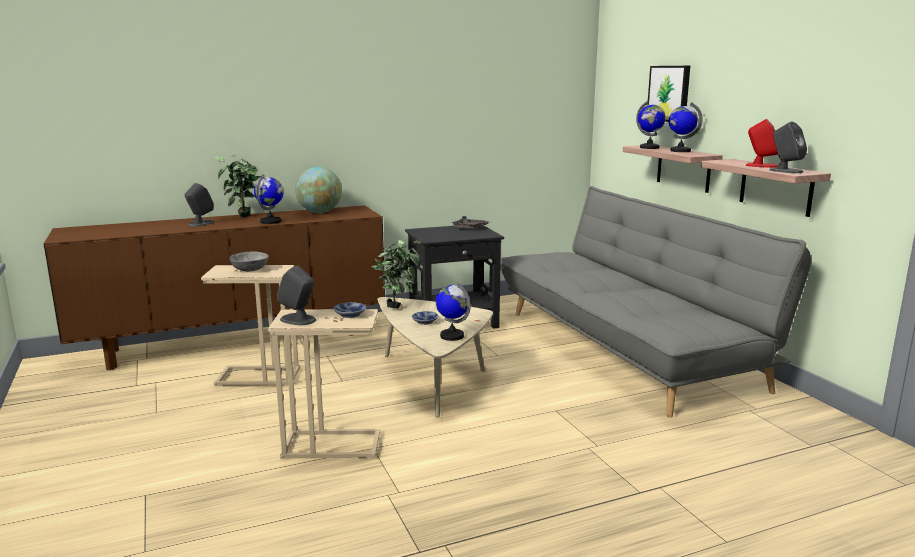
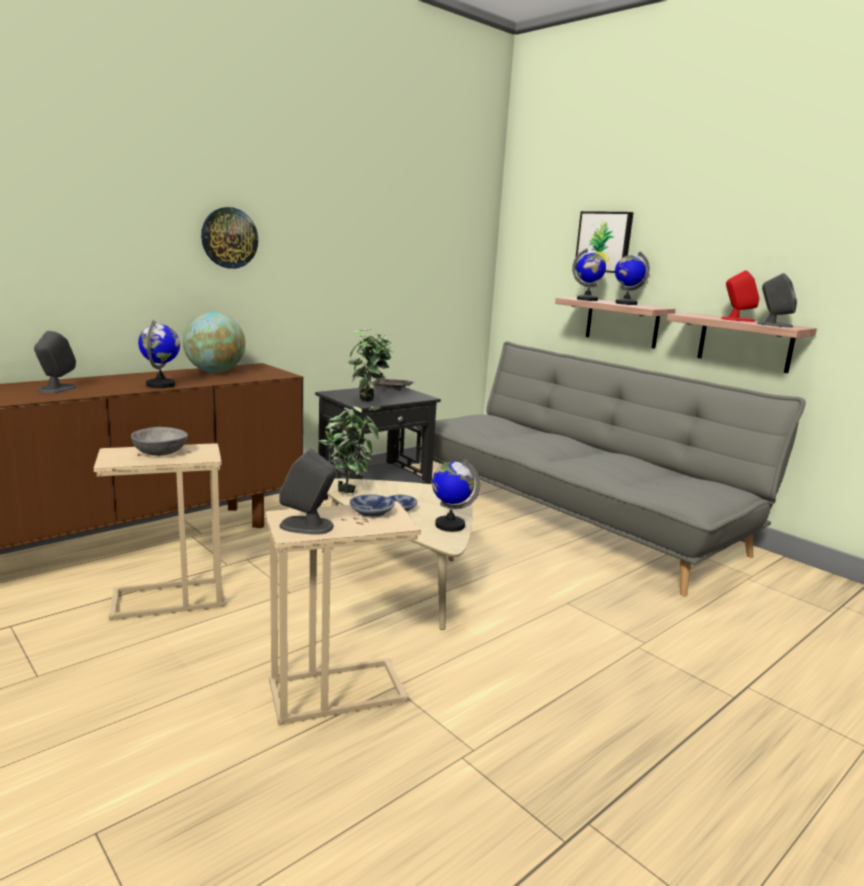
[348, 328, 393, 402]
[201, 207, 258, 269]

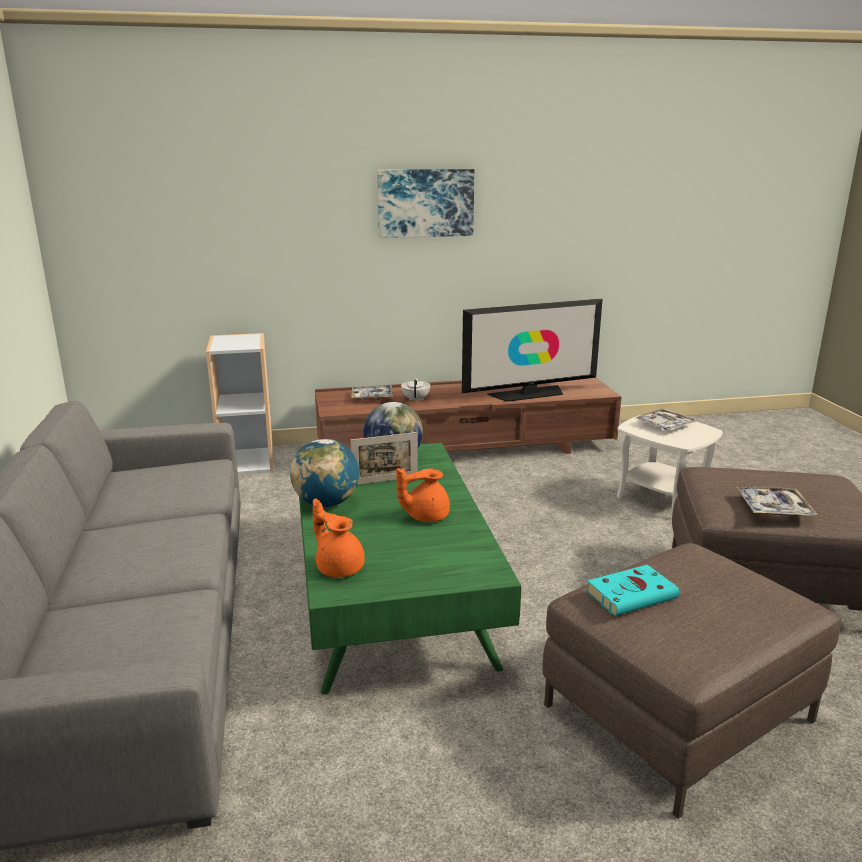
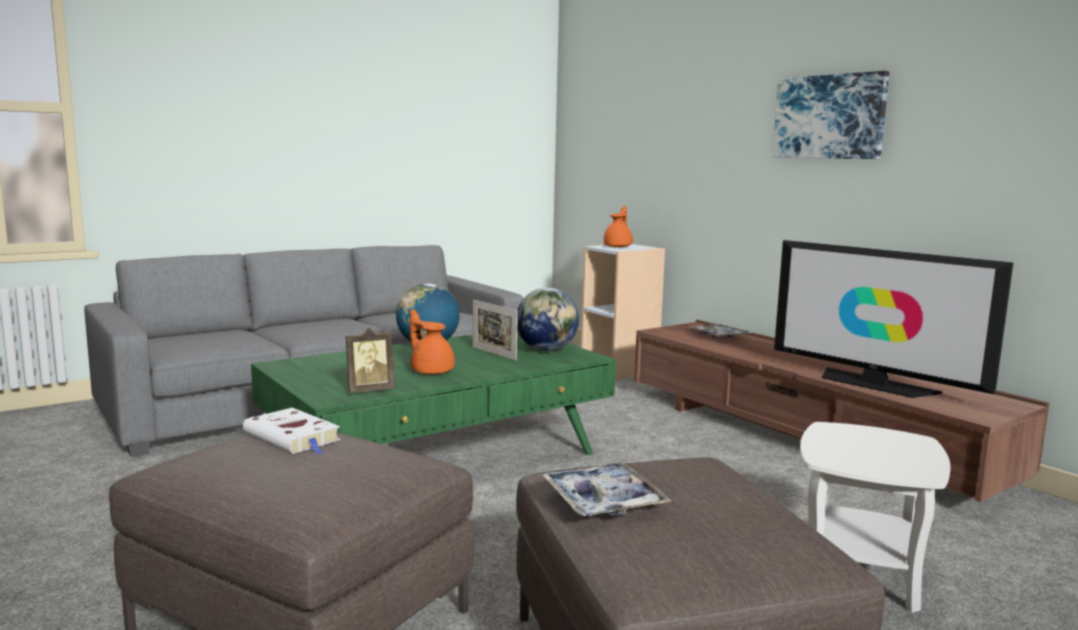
[603, 206, 633, 247]
[401, 378, 431, 402] (first image)
[243, 408, 340, 455]
[635, 408, 697, 430] (first image)
[346, 328, 395, 393]

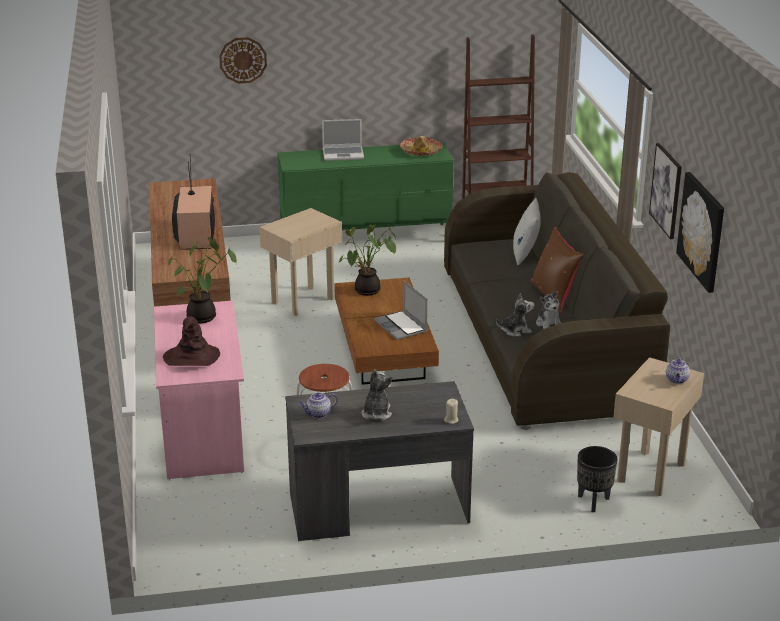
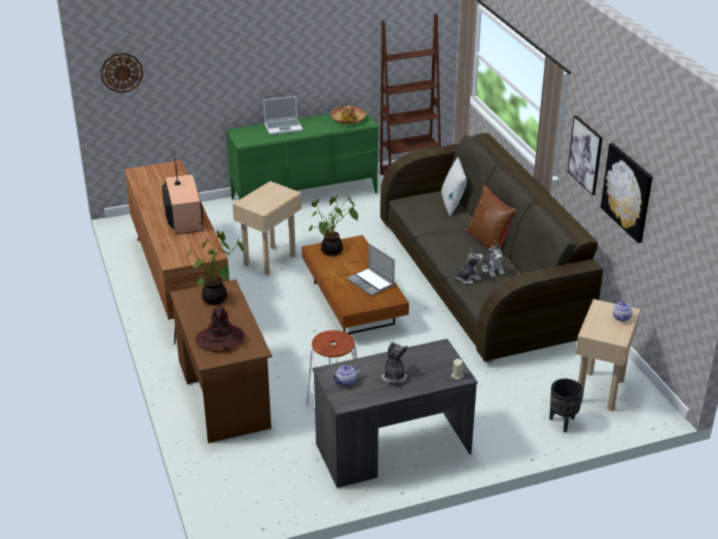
[170, 279, 272, 443]
[100, 53, 143, 93]

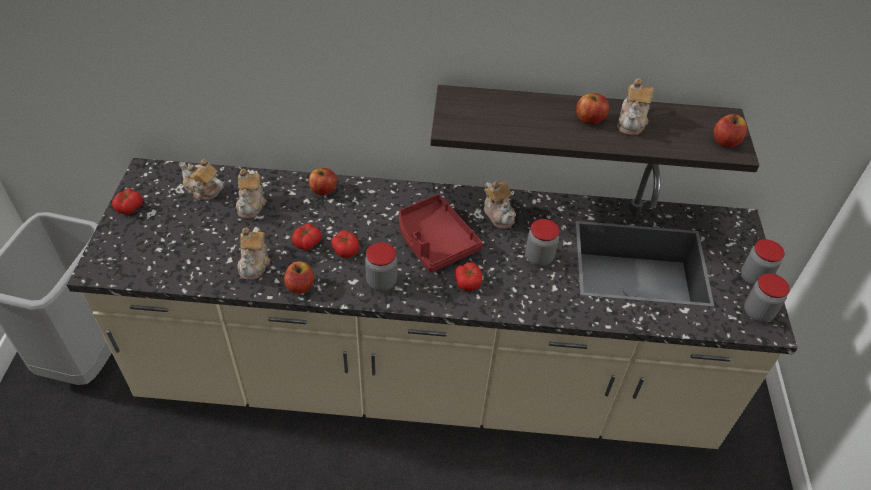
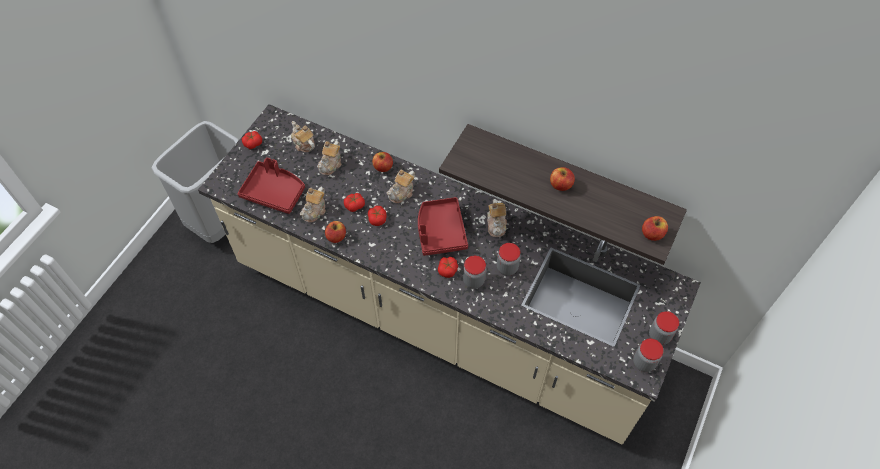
[463, 256, 486, 289]
[387, 170, 415, 203]
[238, 157, 305, 214]

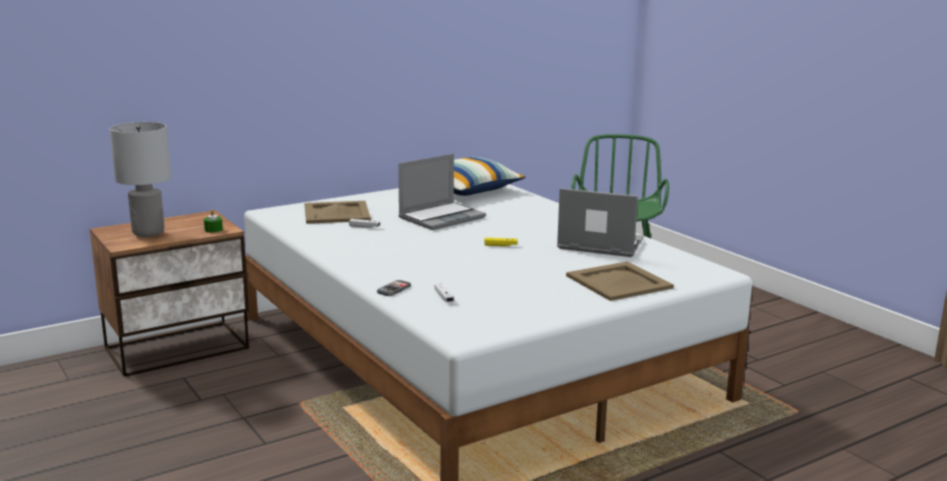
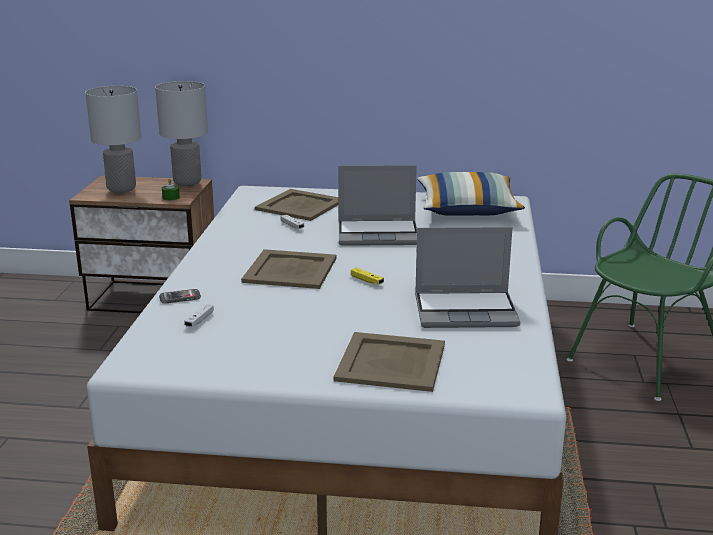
[415, 227, 520, 328]
[155, 81, 208, 186]
[241, 249, 337, 289]

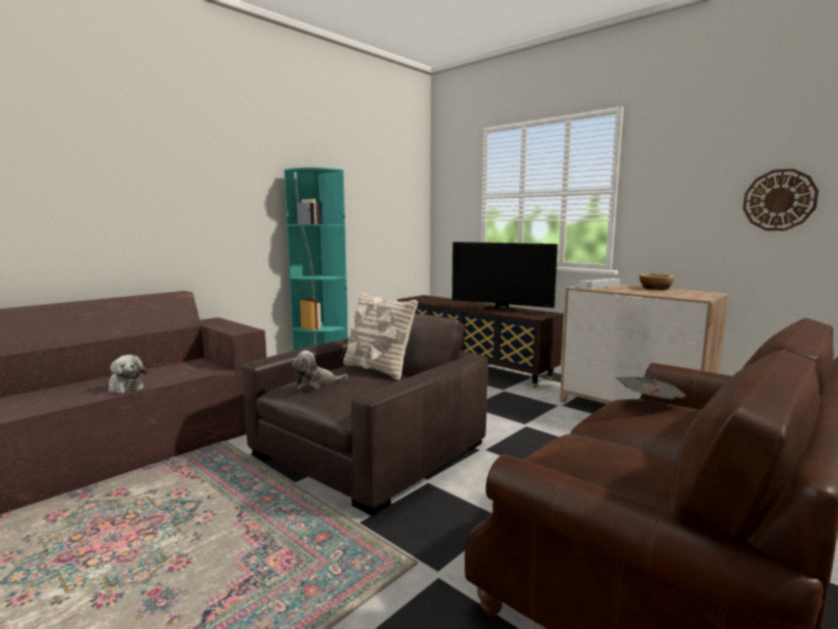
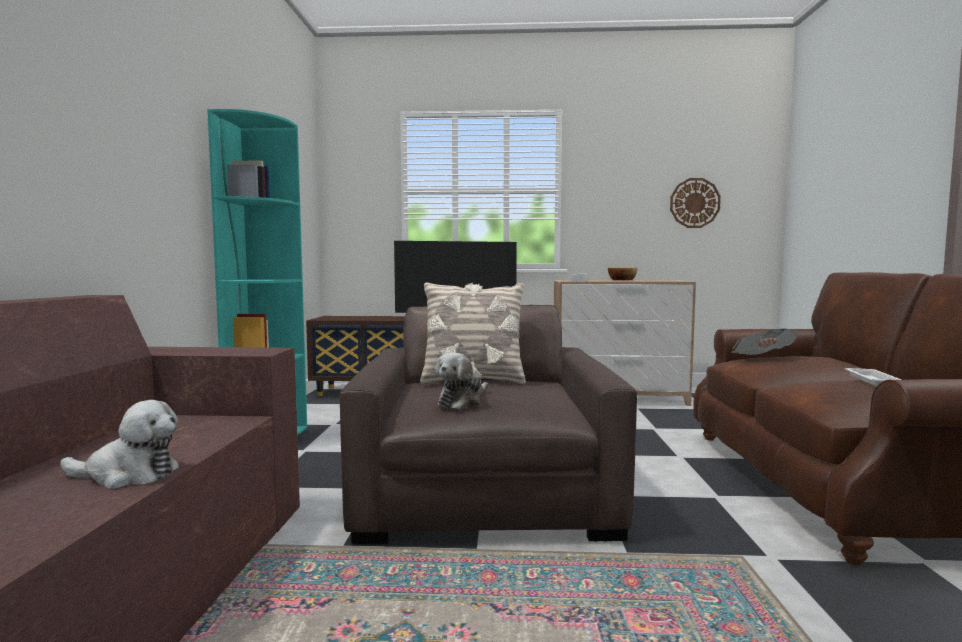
[845, 368, 901, 386]

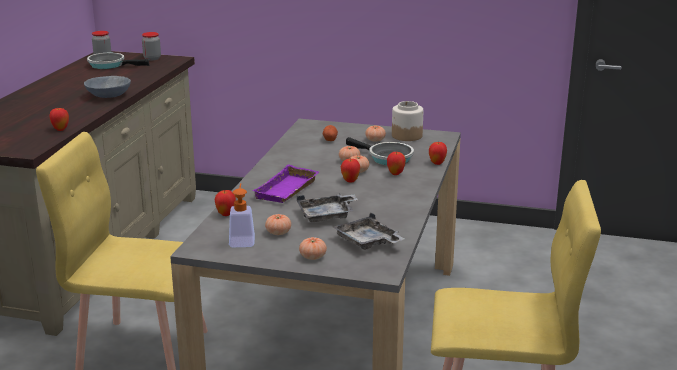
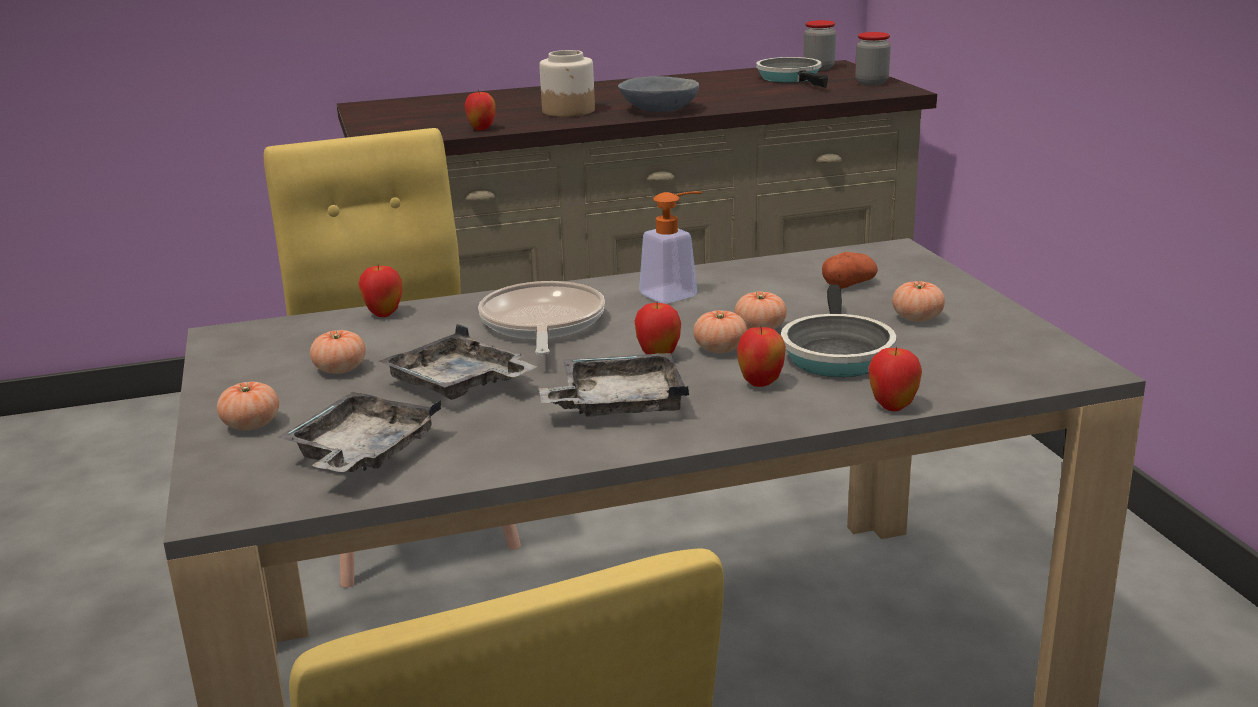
[639, 192, 702, 304]
[478, 281, 605, 355]
[539, 50, 595, 117]
[539, 353, 689, 417]

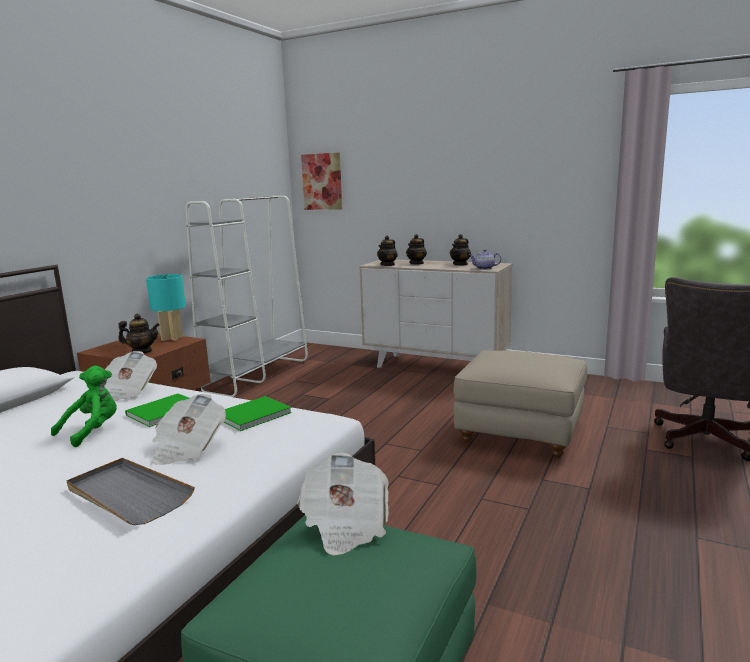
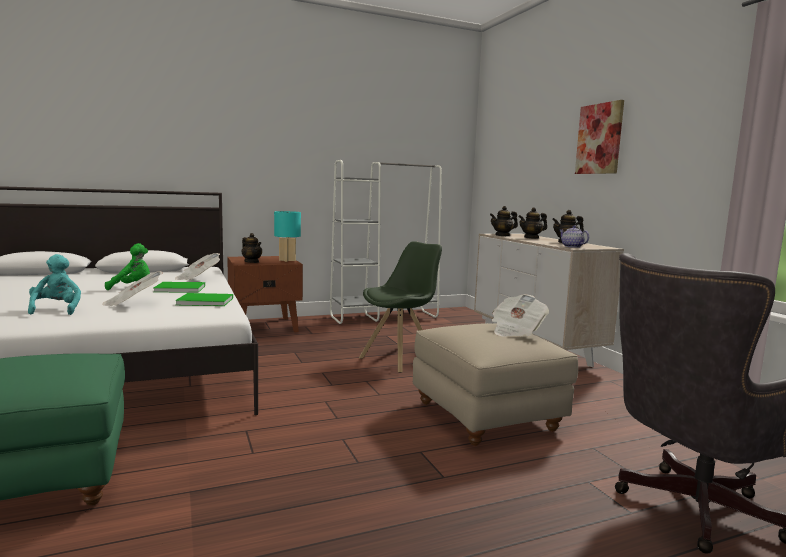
[28, 254, 81, 315]
[491, 294, 549, 337]
[575, 100, 624, 174]
[359, 241, 442, 373]

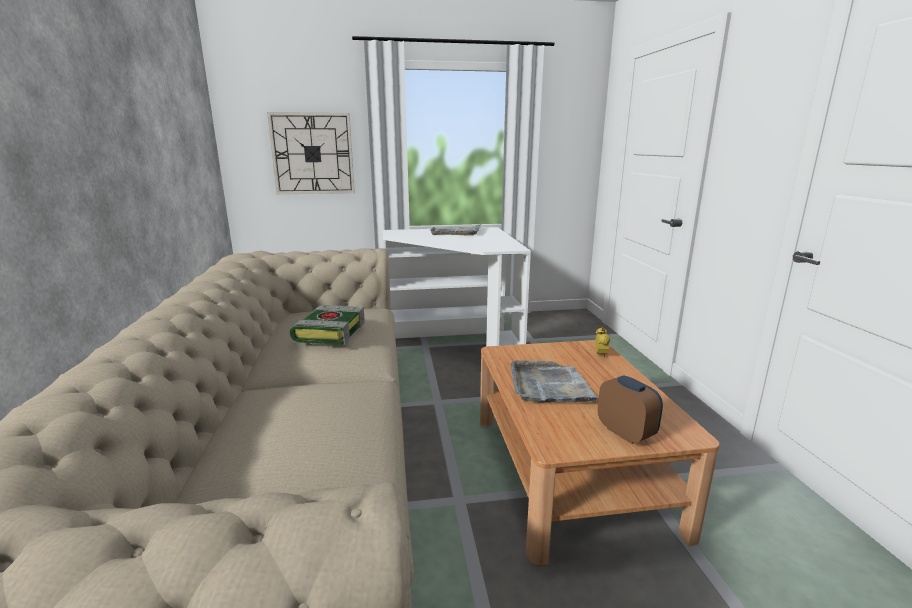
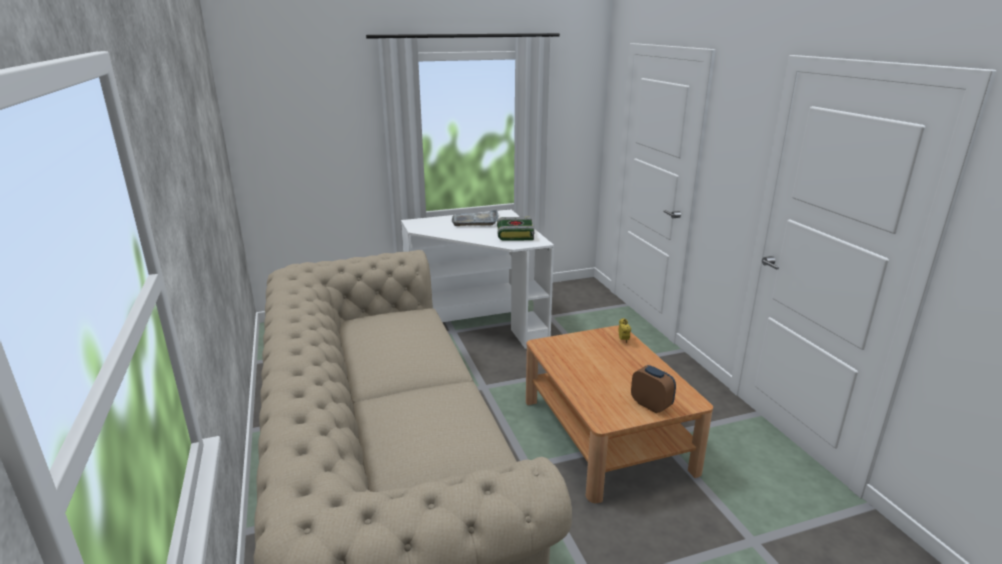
[267, 112, 355, 194] (first image)
[497, 217, 535, 241]
[511, 360, 599, 403] (first image)

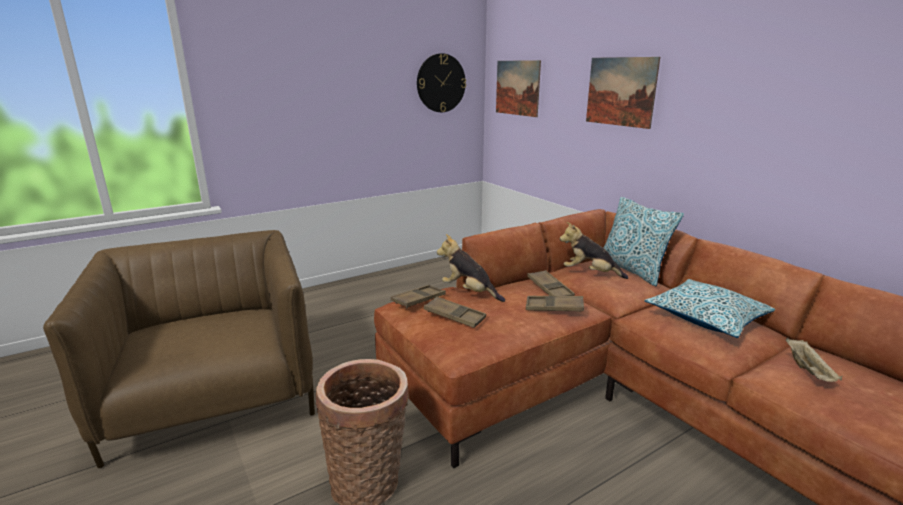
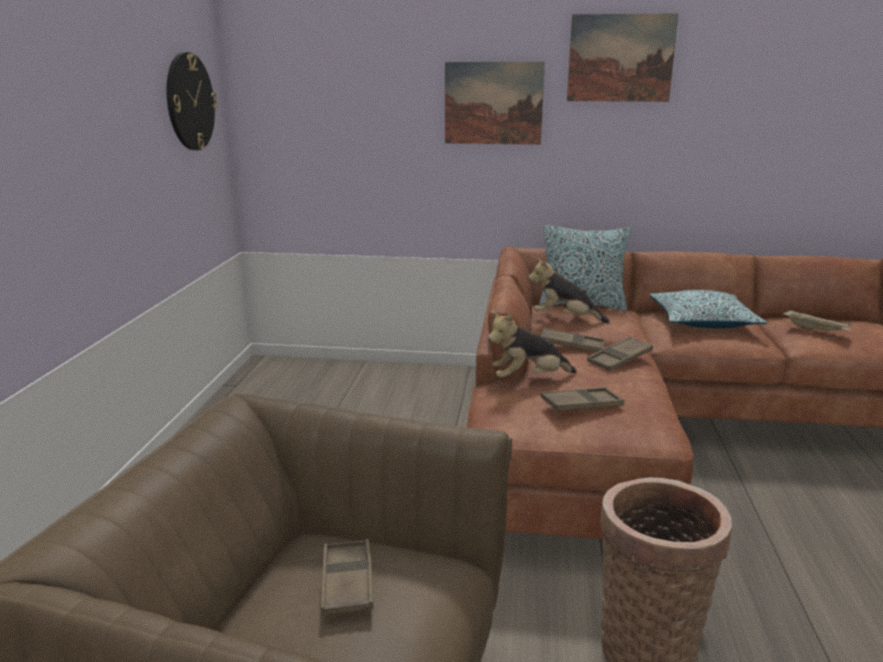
[321, 539, 374, 616]
[567, 13, 679, 102]
[528, 258, 609, 323]

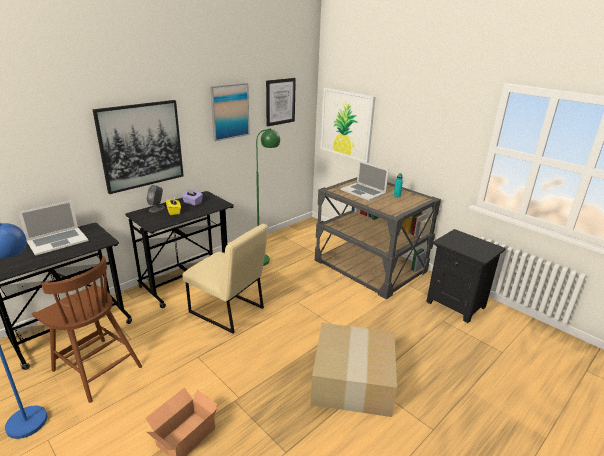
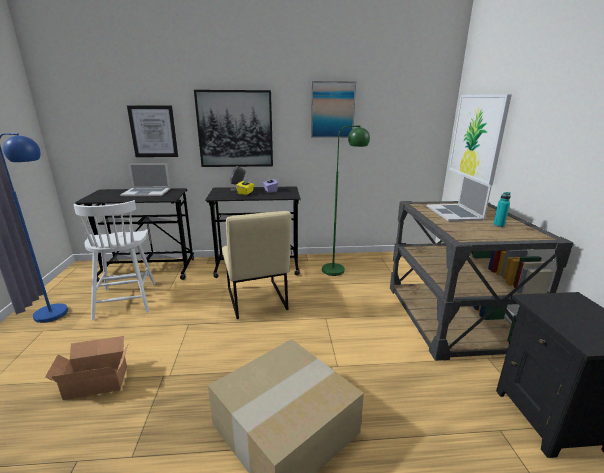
[73, 200, 155, 320]
[127, 105, 178, 157]

